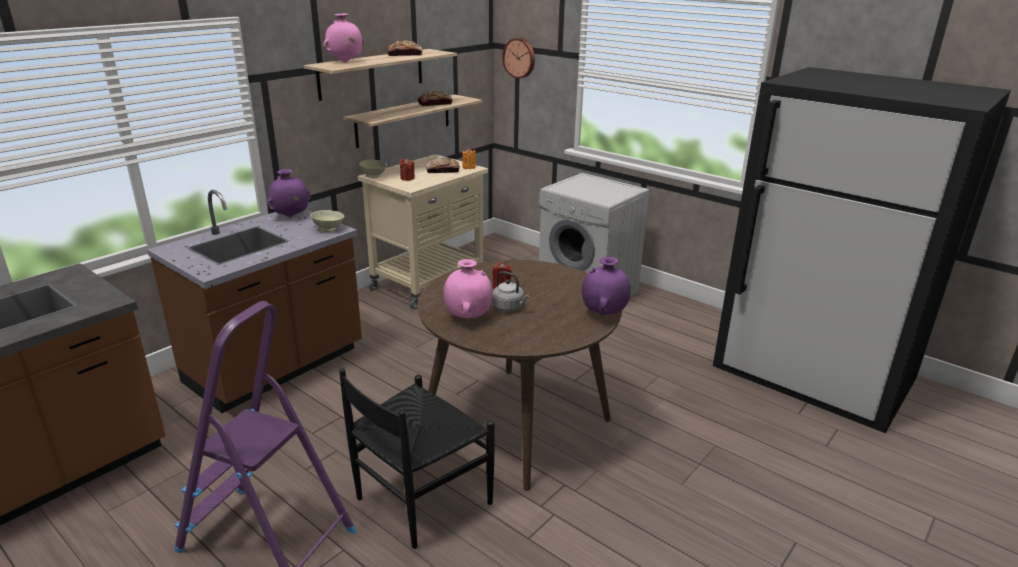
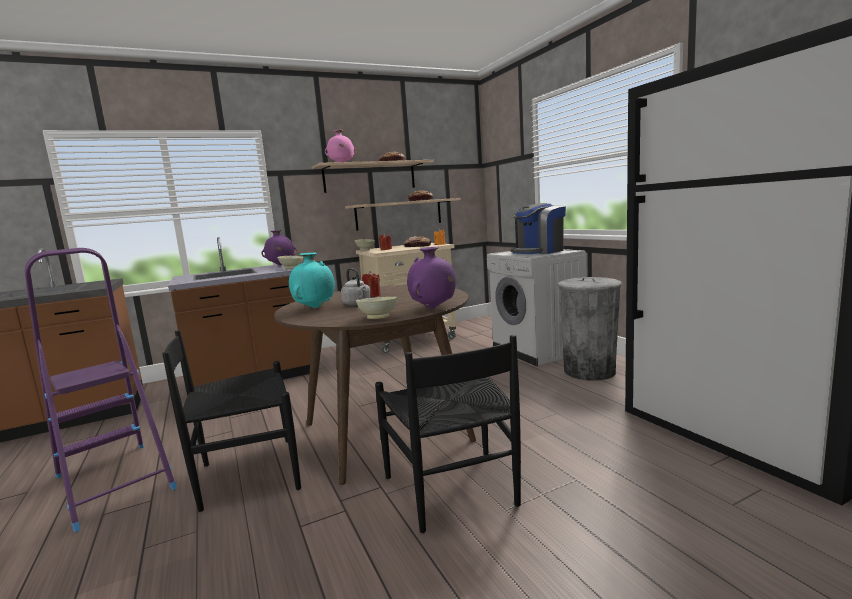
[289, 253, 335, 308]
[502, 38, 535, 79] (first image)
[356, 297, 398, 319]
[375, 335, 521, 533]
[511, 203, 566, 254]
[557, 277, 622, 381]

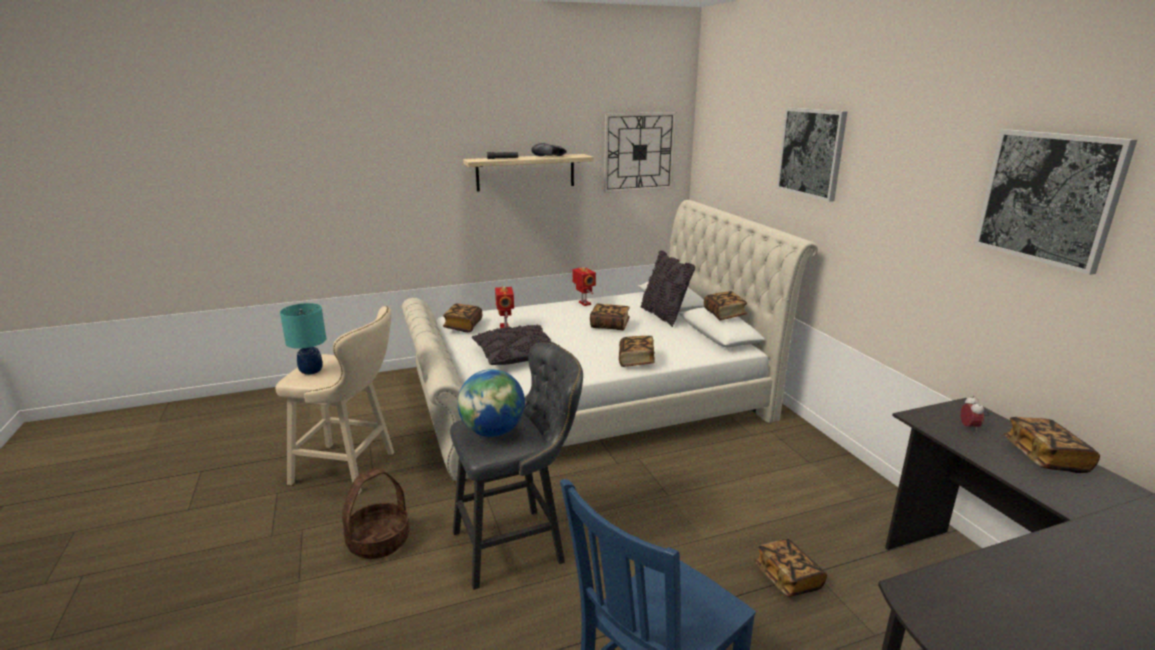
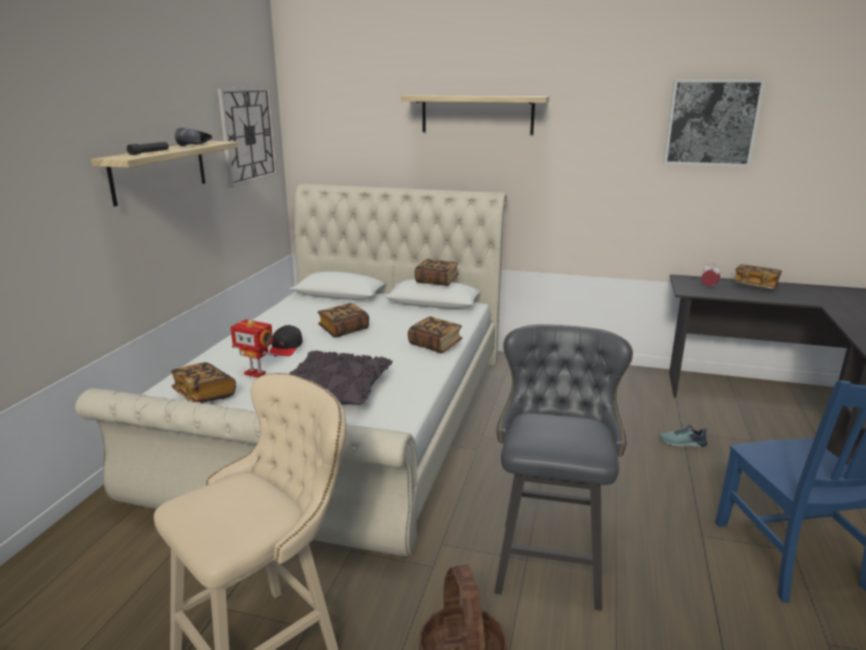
[280, 303, 326, 375] (first image)
[458, 369, 525, 437] (first image)
[572, 267, 596, 306] (first image)
[641, 250, 695, 327] (first image)
[660, 425, 707, 447]
[401, 95, 549, 134]
[269, 325, 303, 356]

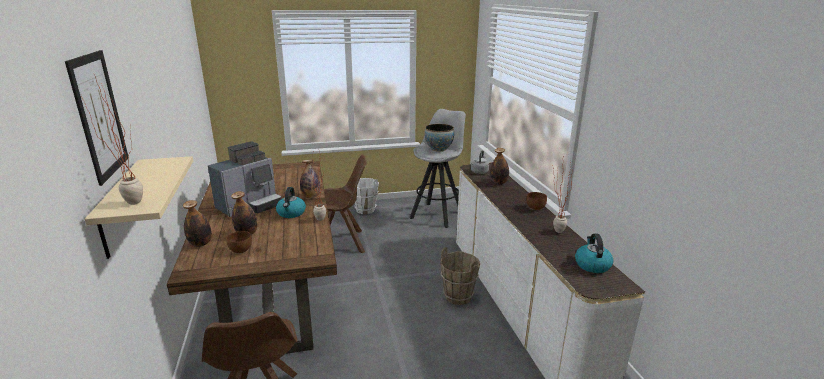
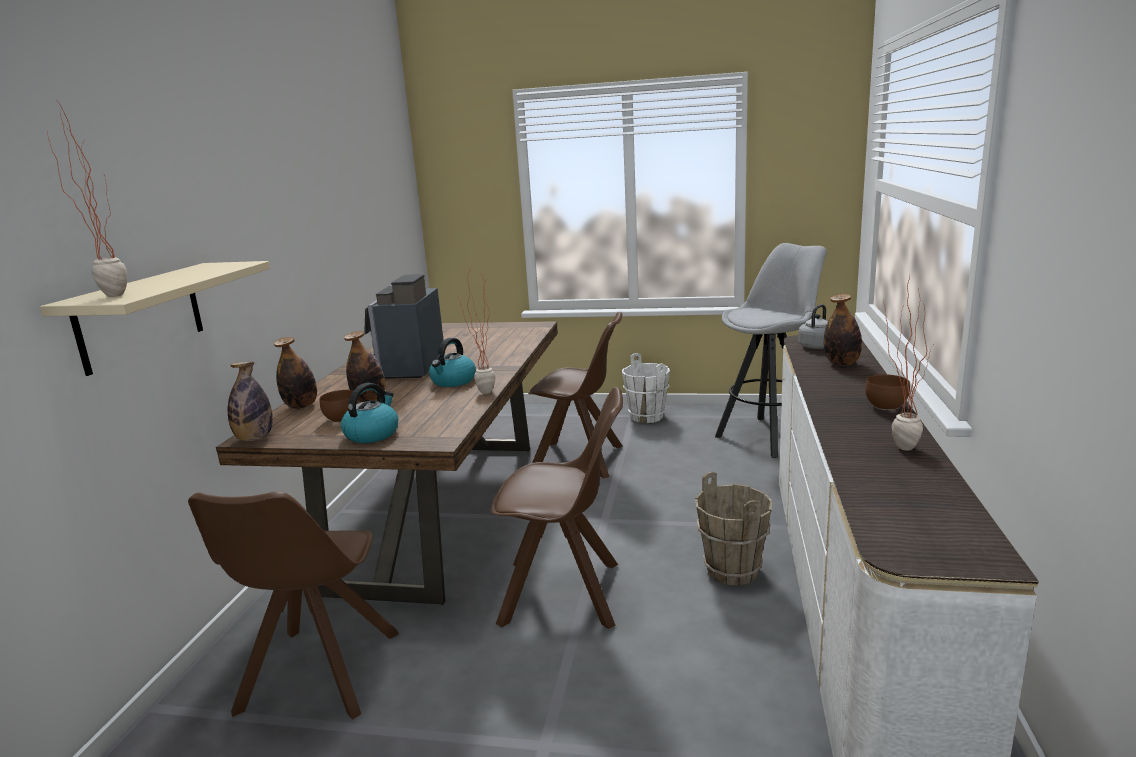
[65, 50, 128, 186] (first image)
[364, 274, 444, 379]
[228, 361, 273, 441]
[424, 124, 454, 152] (first image)
[341, 383, 399, 443]
[490, 387, 623, 629]

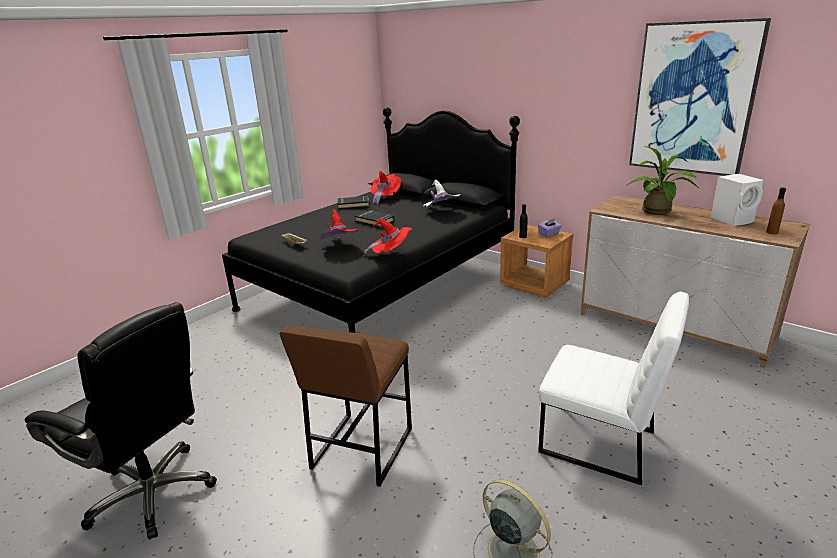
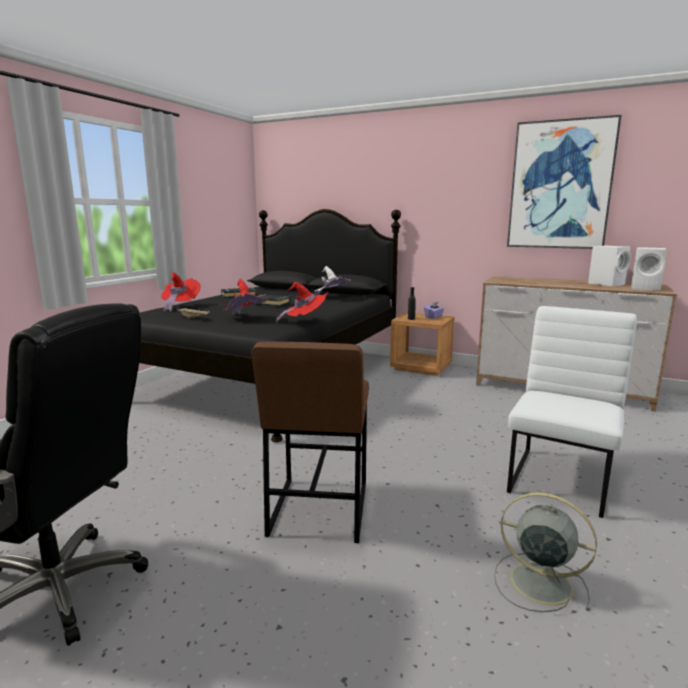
[161, 272, 200, 312]
[507, 306, 637, 518]
[627, 146, 699, 215] (first image)
[631, 247, 667, 291]

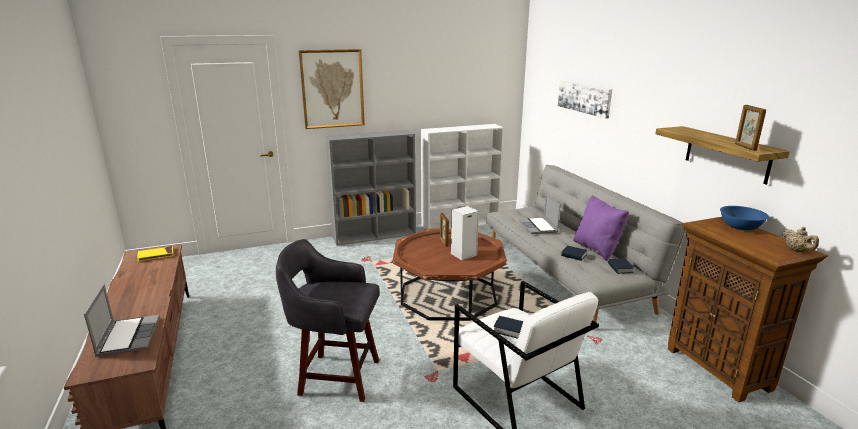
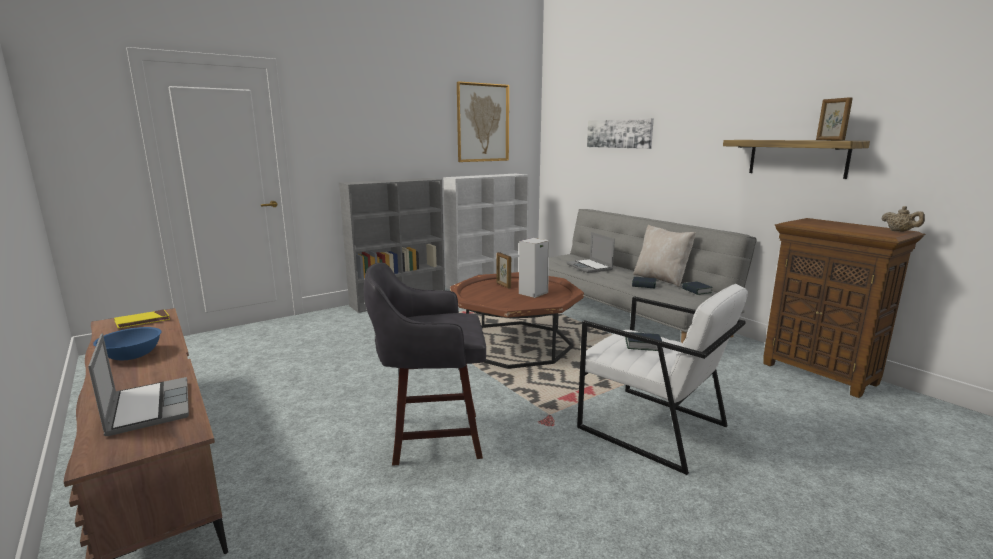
[457, 81, 509, 162]
[633, 225, 696, 287]
[93, 327, 161, 360]

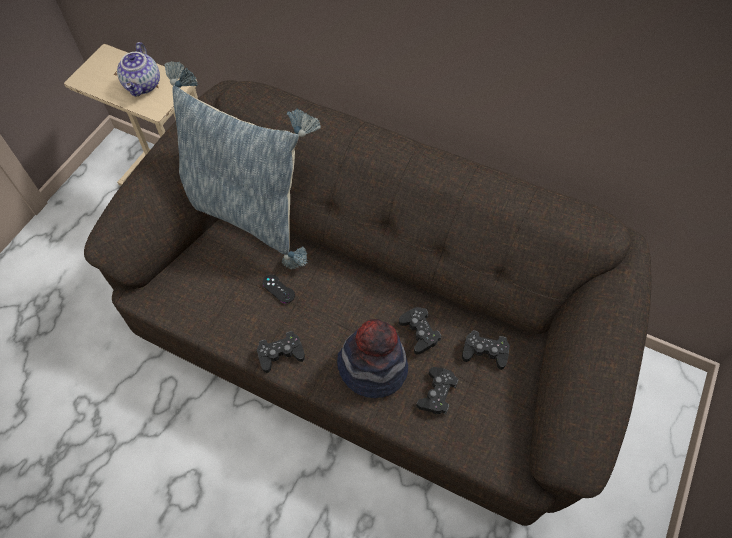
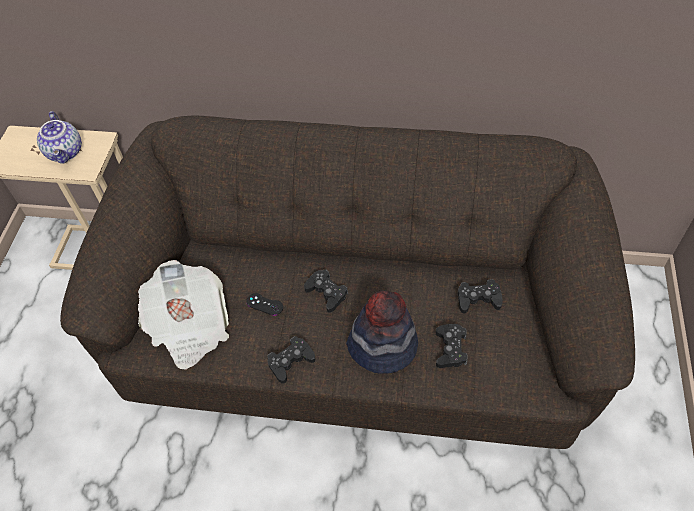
[165, 61, 321, 270] (first image)
[304, 270, 348, 313]
[138, 260, 229, 370]

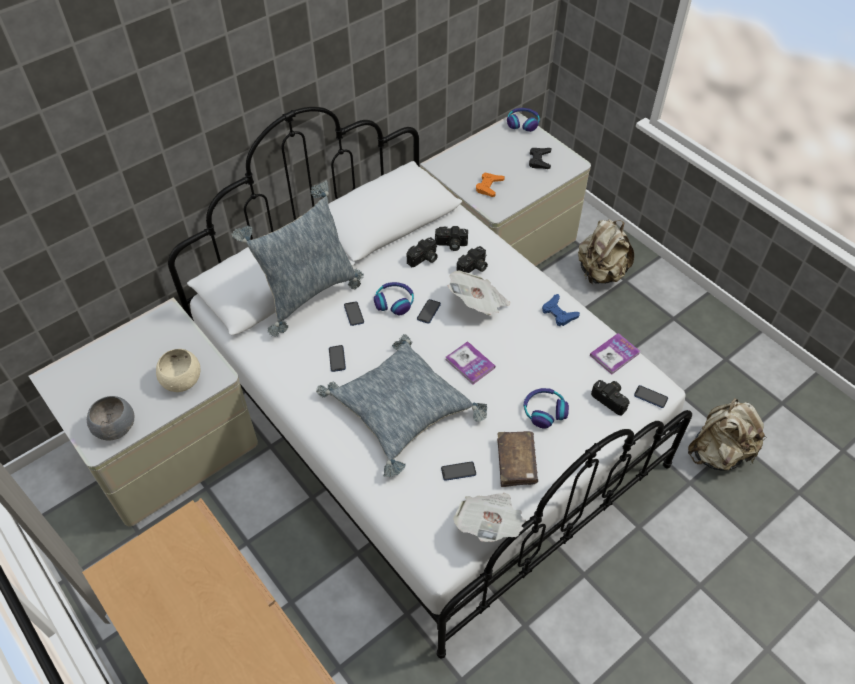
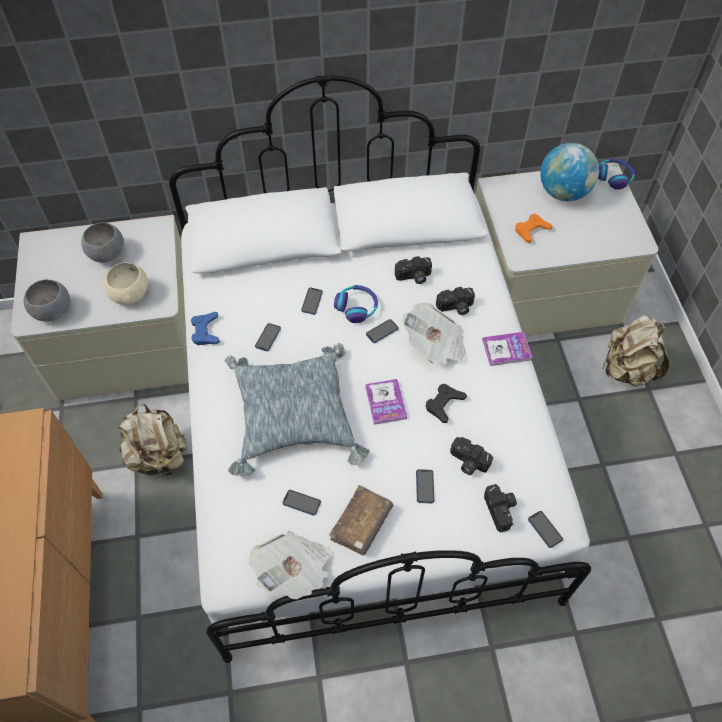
[232, 180, 364, 337] (first image)
[450, 437, 493, 475]
[416, 469, 434, 503]
[426, 384, 467, 423]
[191, 312, 220, 345]
[482, 332, 533, 366]
[119, 404, 187, 479]
[81, 222, 124, 263]
[540, 143, 599, 201]

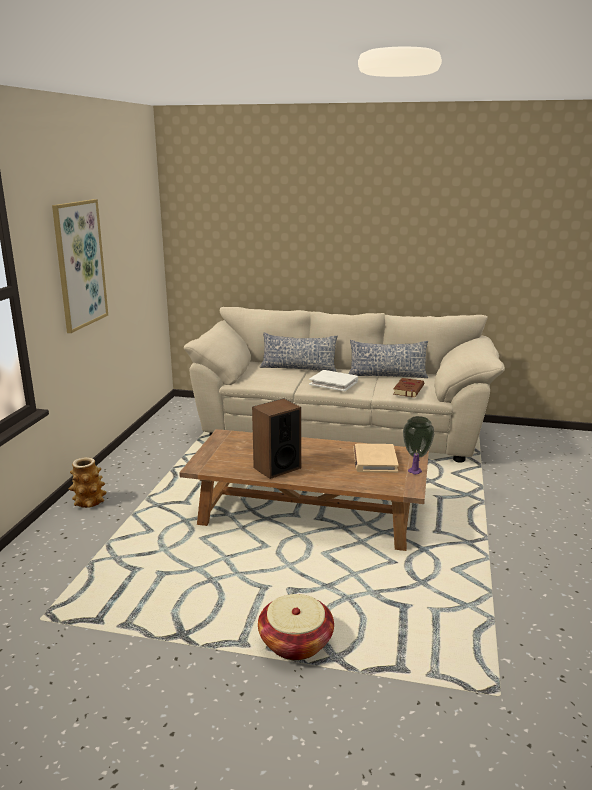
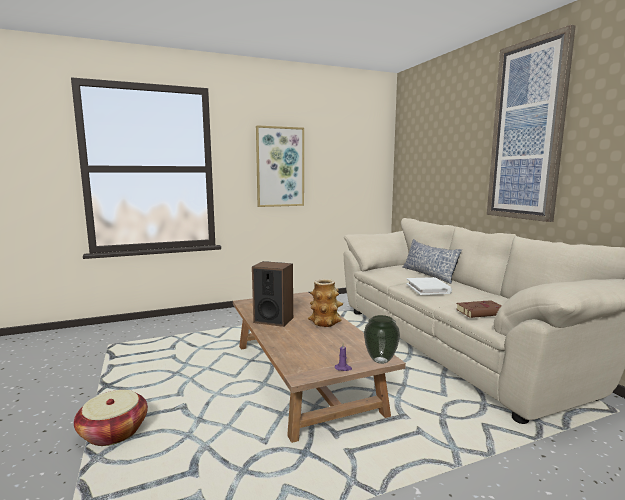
[308, 279, 343, 327]
[348, 340, 428, 378] (first image)
[353, 444, 399, 473] (first image)
[487, 25, 576, 222]

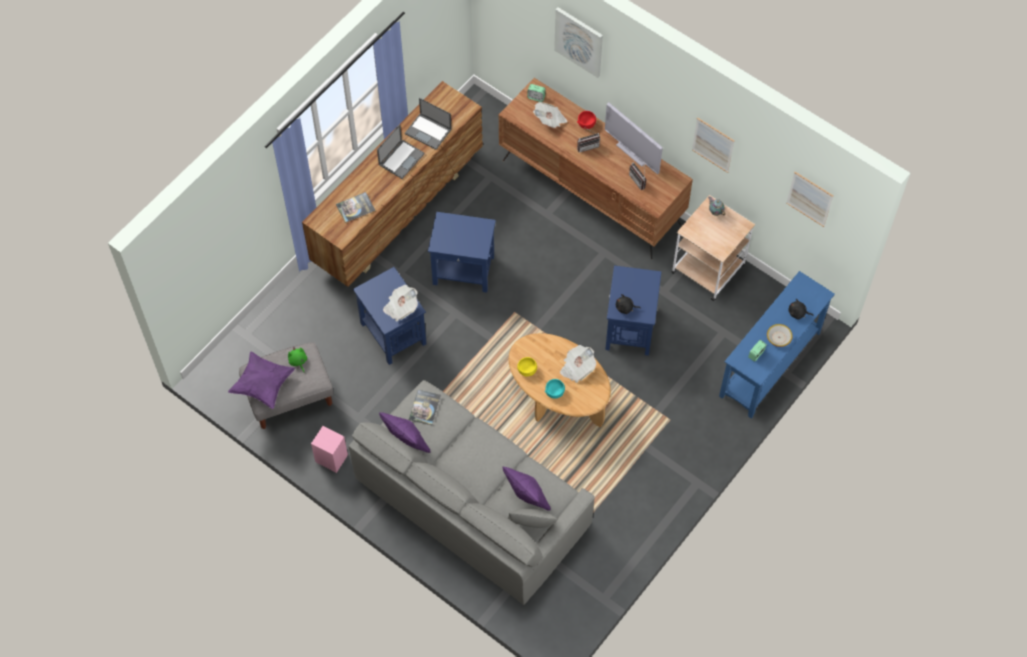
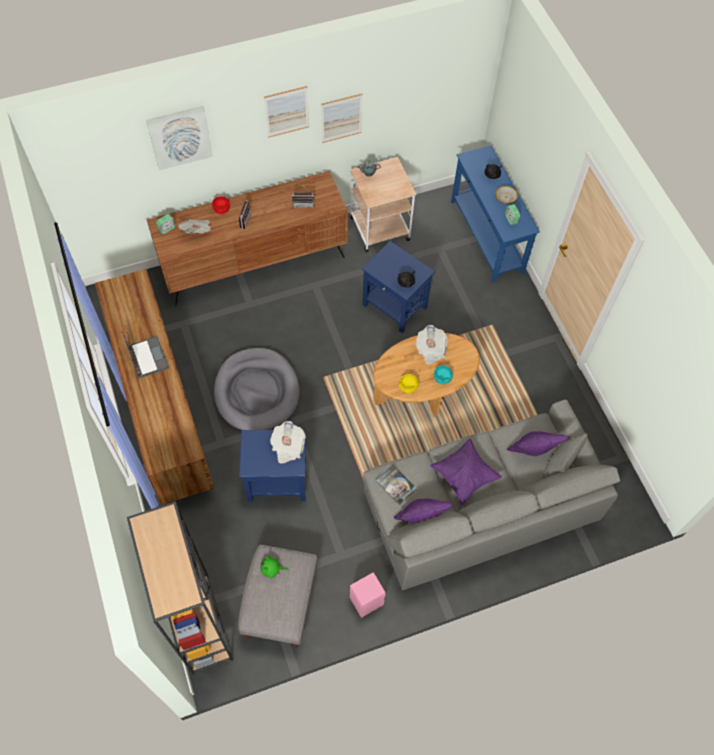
[430, 439, 502, 506]
[336, 192, 375, 223] (first image)
[405, 98, 452, 150] (first image)
[214, 348, 299, 430]
[605, 102, 663, 174] (first image)
[264, 86, 309, 138]
[127, 501, 233, 675]

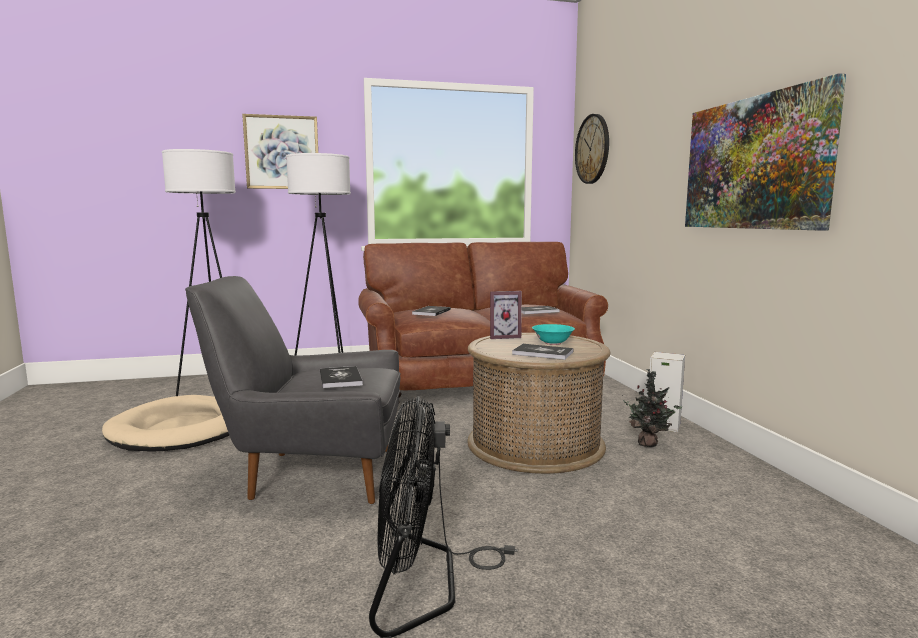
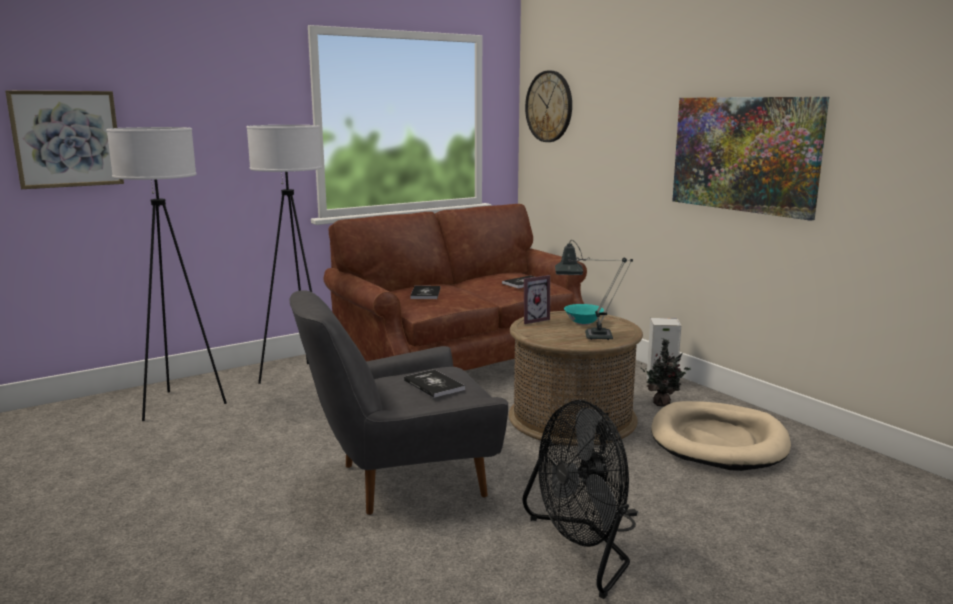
[651, 401, 791, 471]
[5, 90, 124, 189]
[555, 240, 633, 340]

